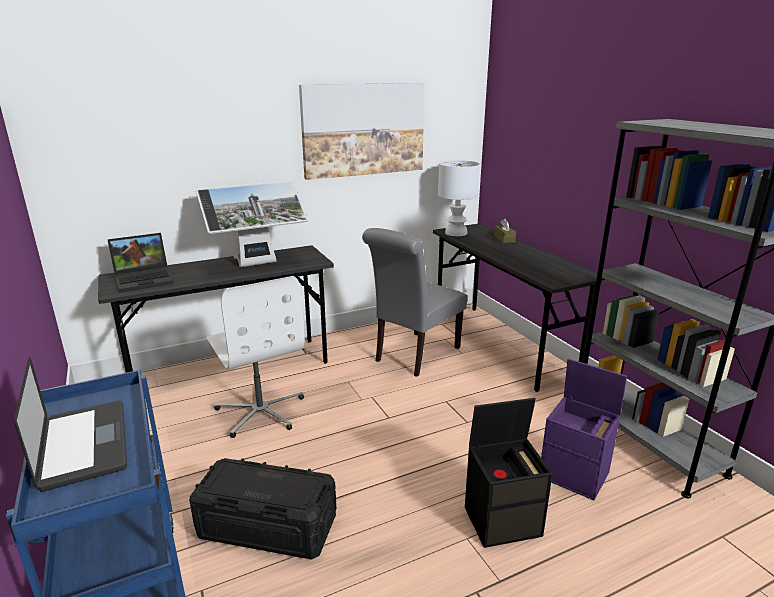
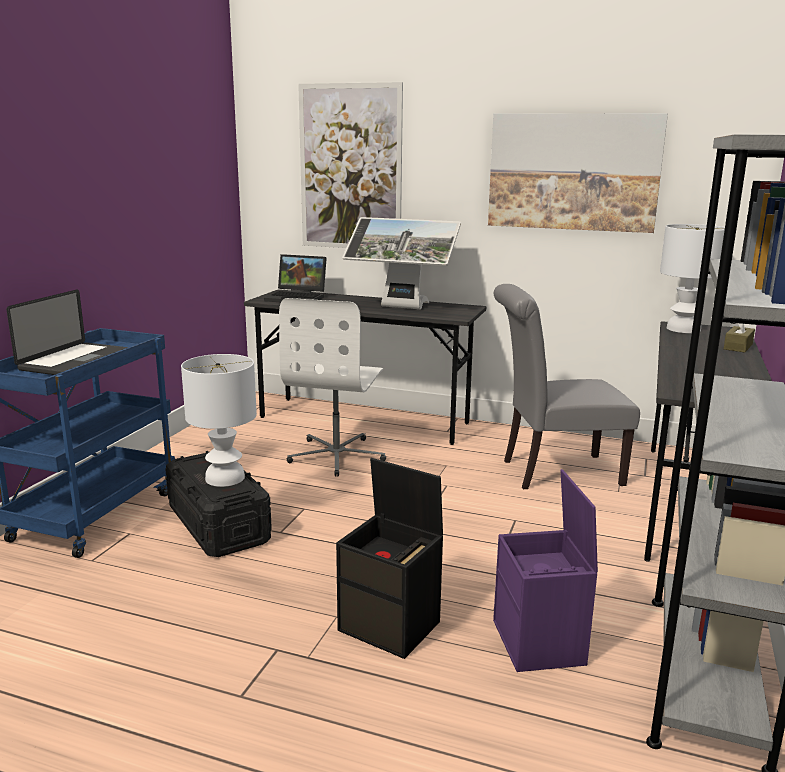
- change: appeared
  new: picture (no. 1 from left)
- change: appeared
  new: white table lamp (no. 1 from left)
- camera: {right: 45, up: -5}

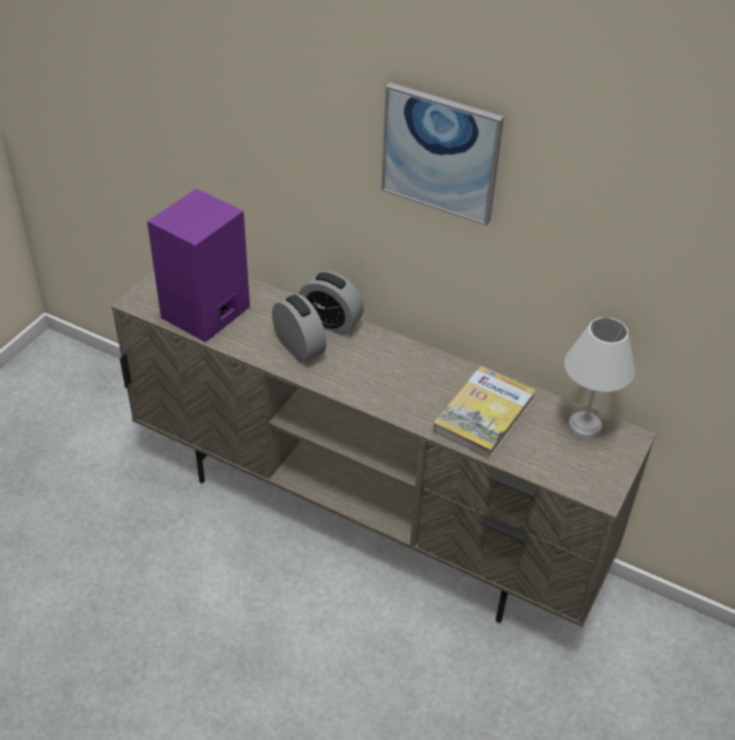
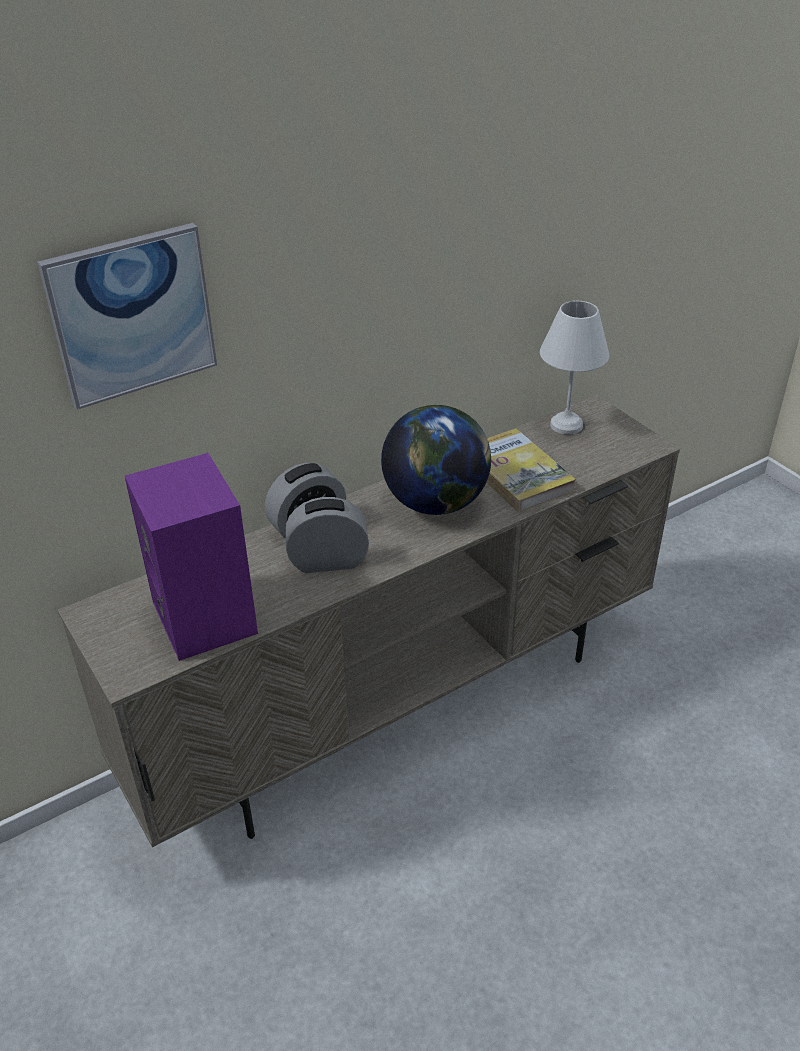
- change: relocated
  old: picture
- change: appeared
  new: globe
- camera: {right: -60, up: -5}

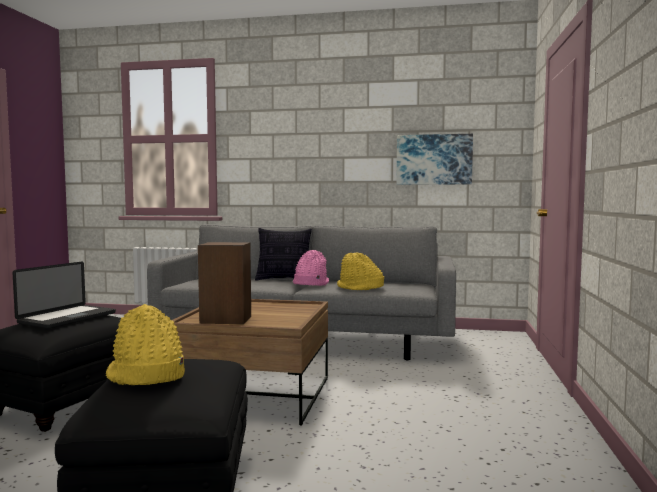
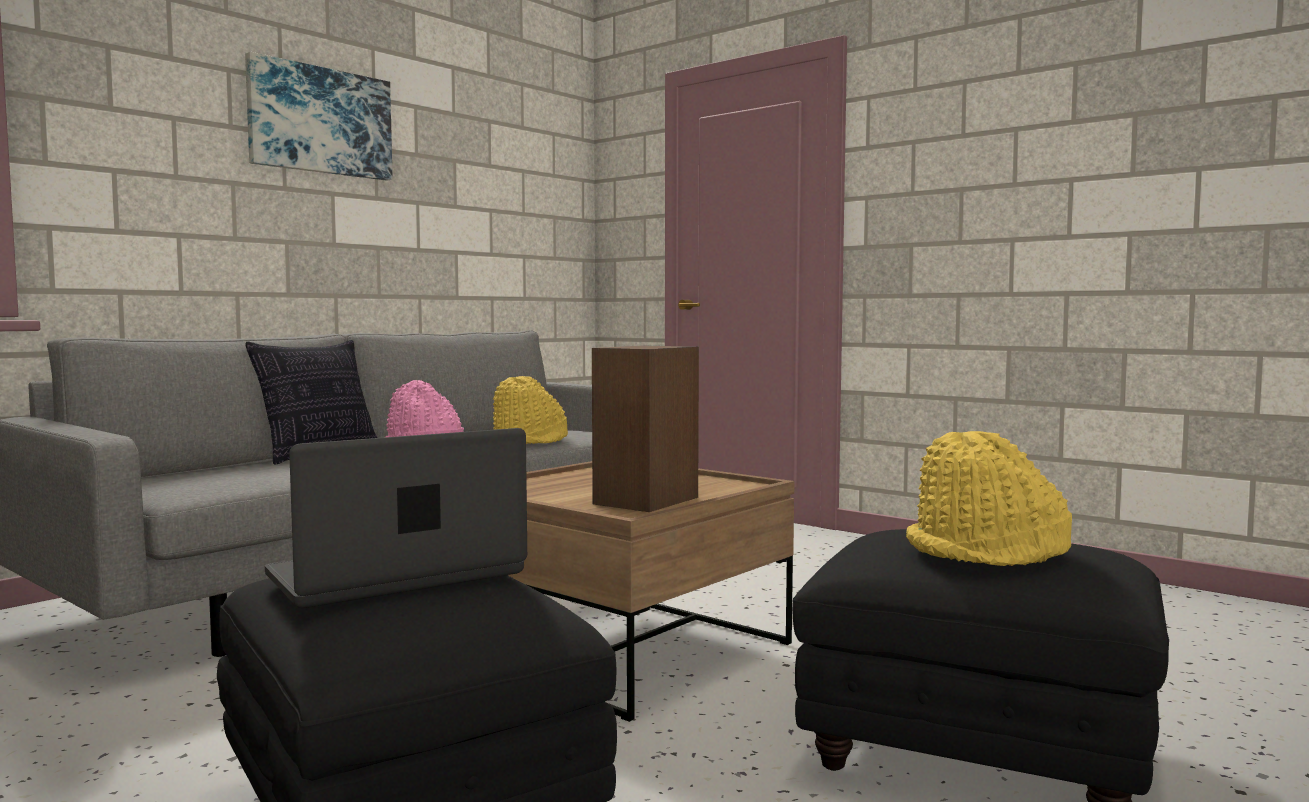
- change: relocated
  old: picture
- change: spun
  old: laptop
  degrees: -90
- camera: {right: -60, up: 0}

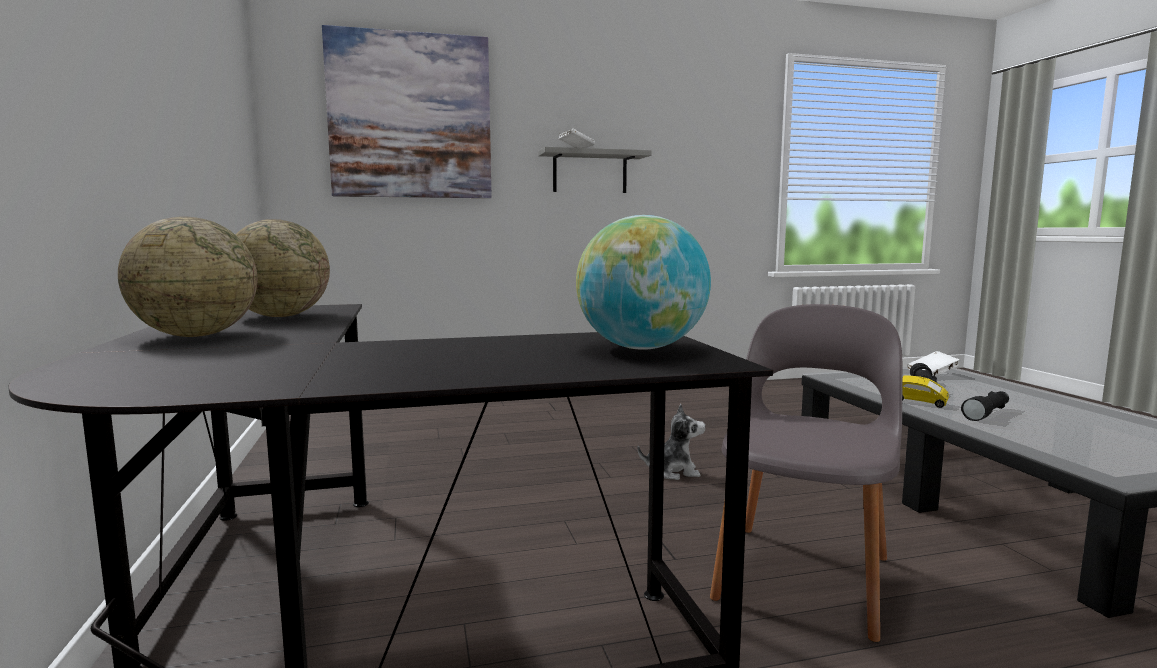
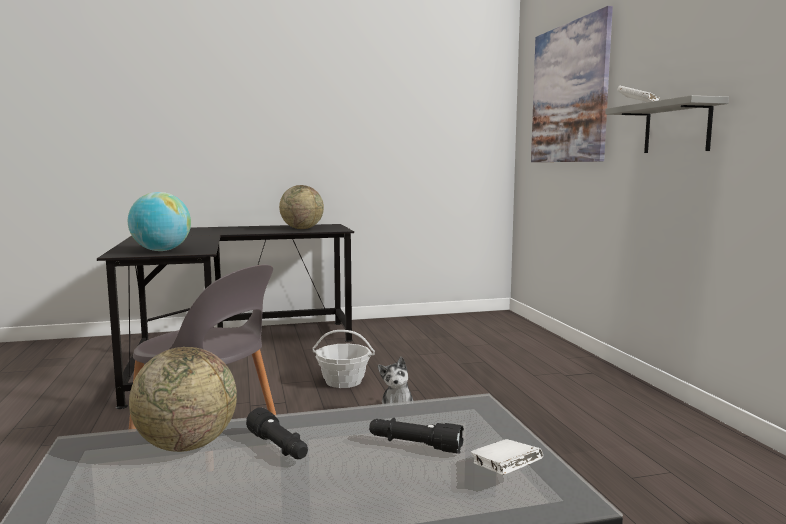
- change: relocated
  old: globe (no. 1 from left in the first image)
  new: globe (no. 2 from left)
- change: missing
  old: yellow toy car
- change: appeared
  new: basket
- camera: {right: 90, up: 0}

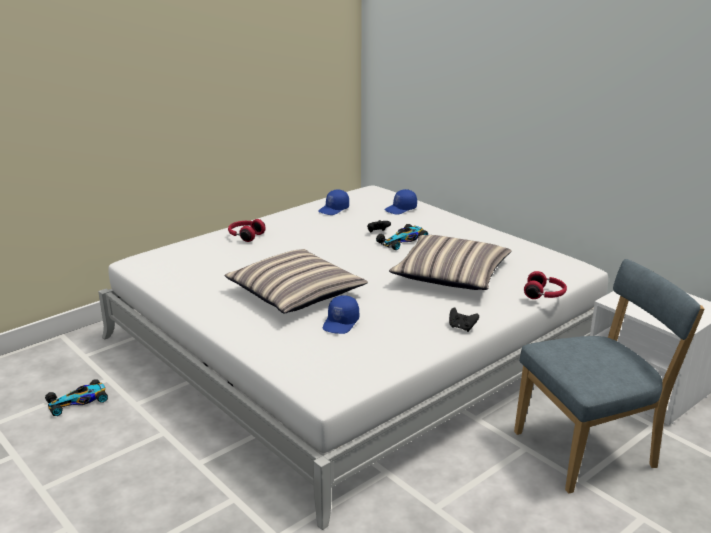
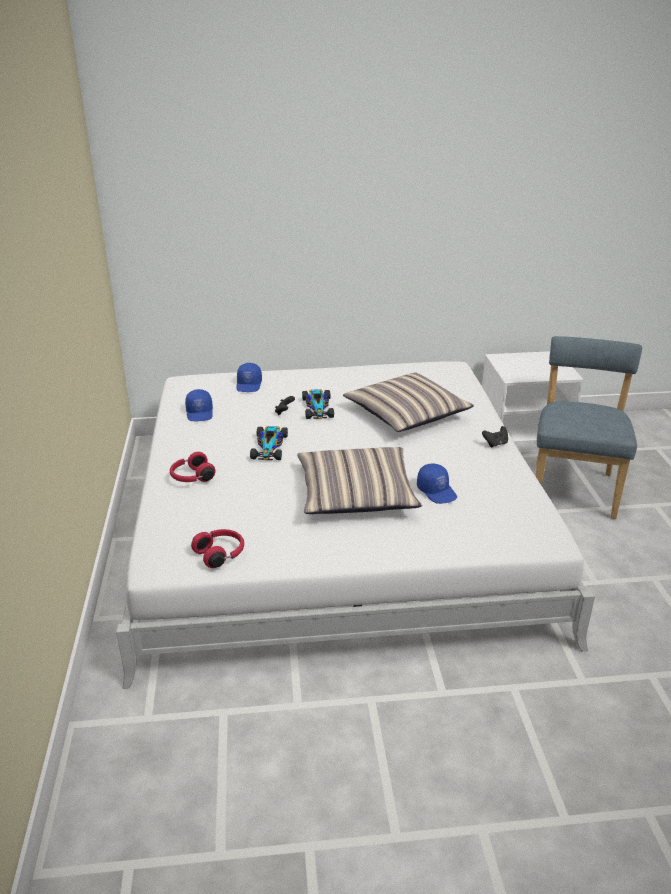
- change: relocated
  old: red headphones (no. 2 from left)
- change: relocated
  old: toy car (no. 1 from left)
- camera: {right: -55, up: 5}

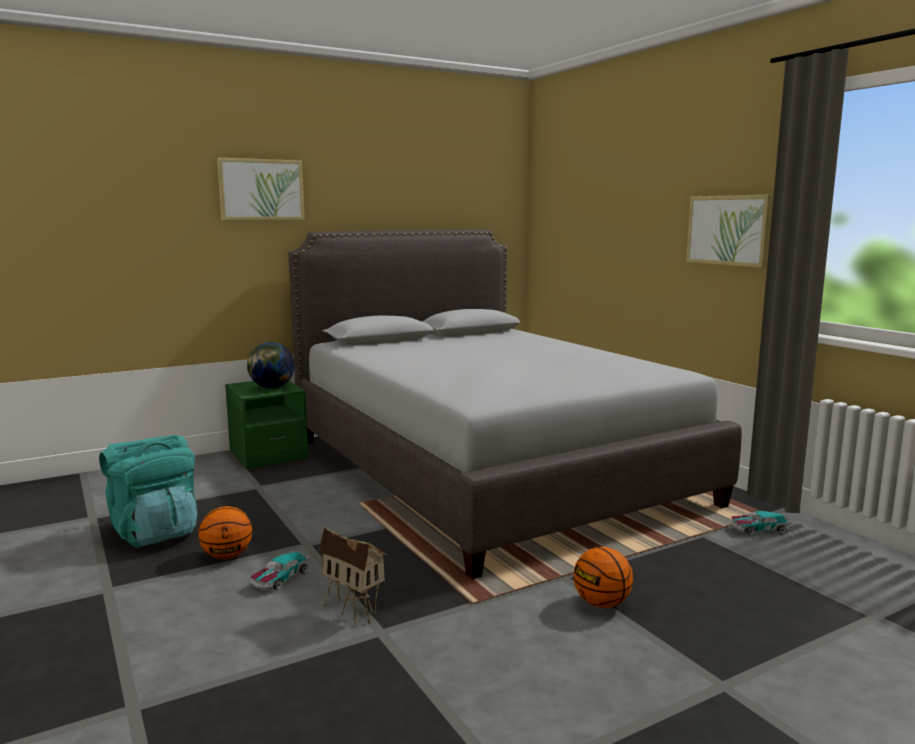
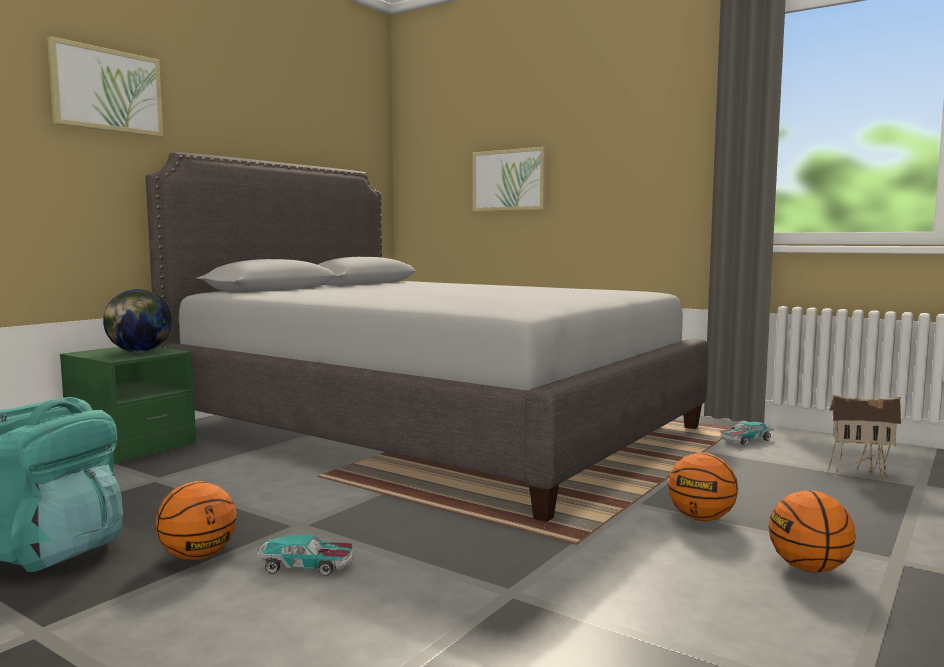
- change: relocated
  old: picture (no. 2 from left)
- change: relocated
  old: toy house
- change: spun
  old: toy car (no. 1 from left)
  degrees: -90
- change: appeared
  new: basketball (no. 3 from left)
- camera: {right: -25, up: -5}

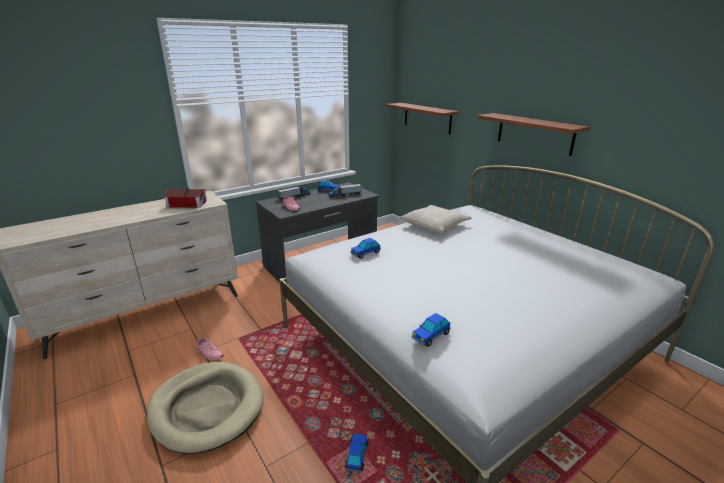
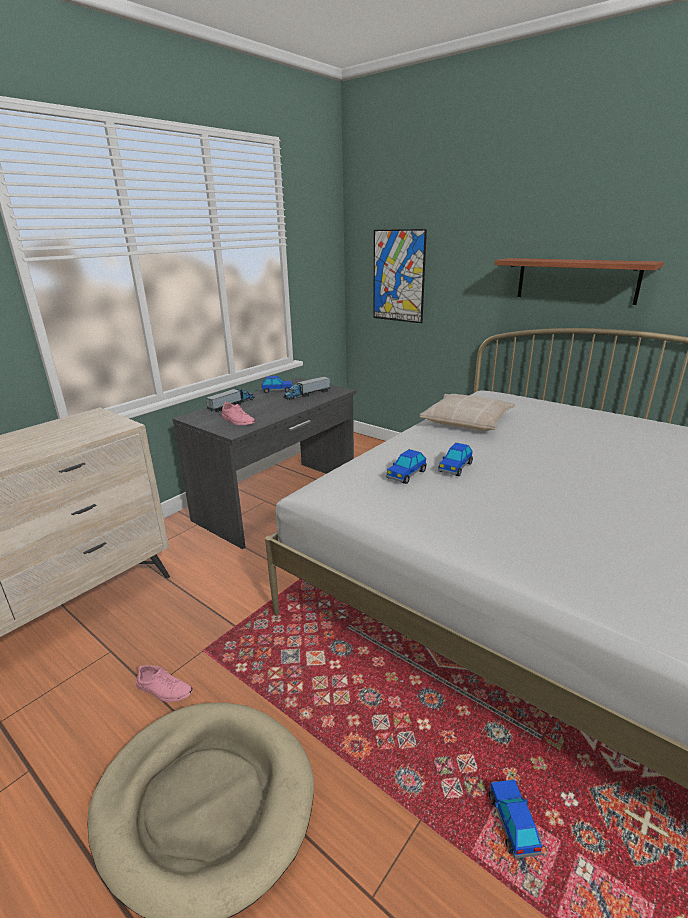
- change: exchanged
  old: shelf (no. 1 from left)
  new: picture
- change: missing
  old: toy house
- change: relocated
  old: toy car (no. 4 from left in the first image)
  new: toy car (no. 3 from left)
- camera: {right: -15, up: 0}

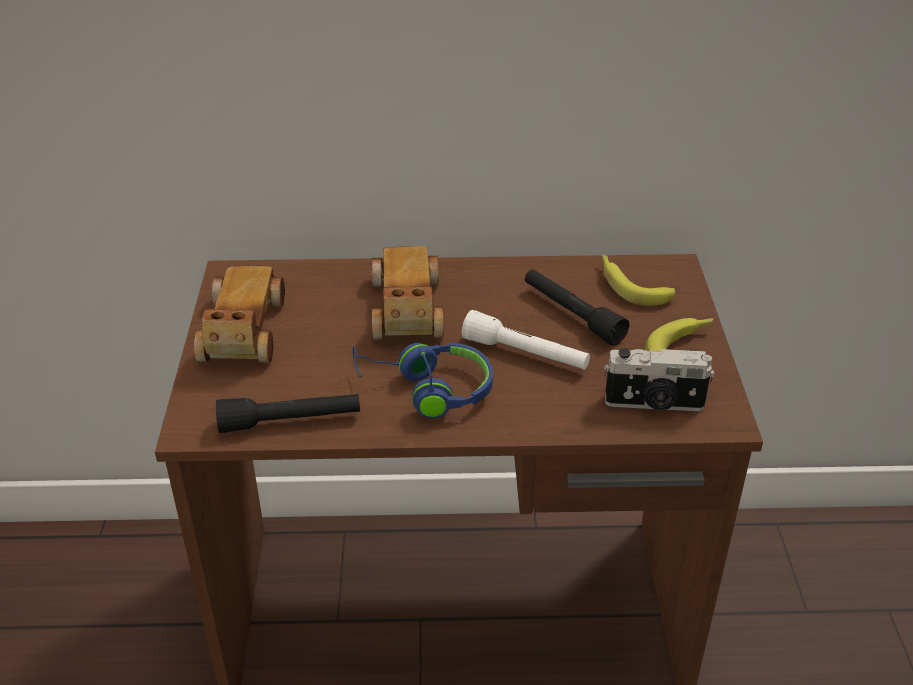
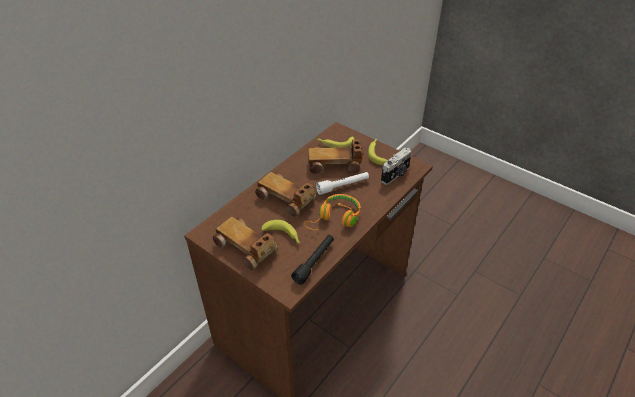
- change: exchanged
  old: black flashlight (no. 2 from left)
  new: toy car (no. 3 from left)
- change: colour
  old: blue headphones
  new: orange headphones
- change: appeared
  new: banana (no. 1 from left)
- camera: {right: -50, up: 5}

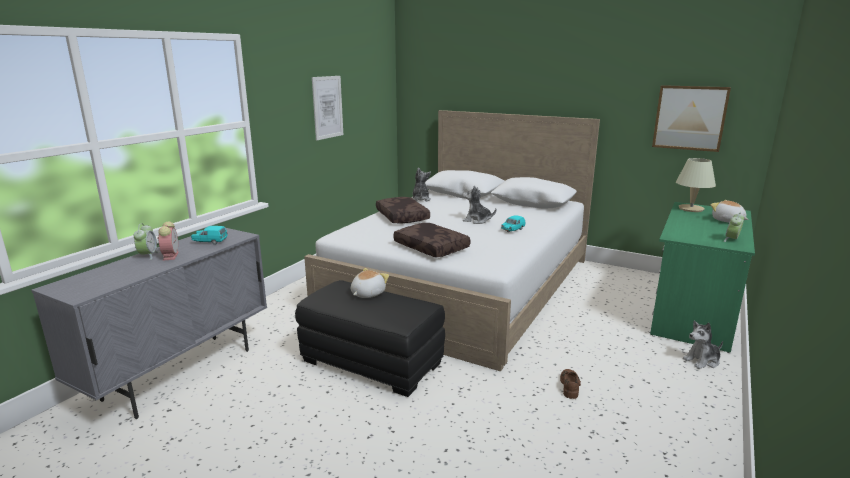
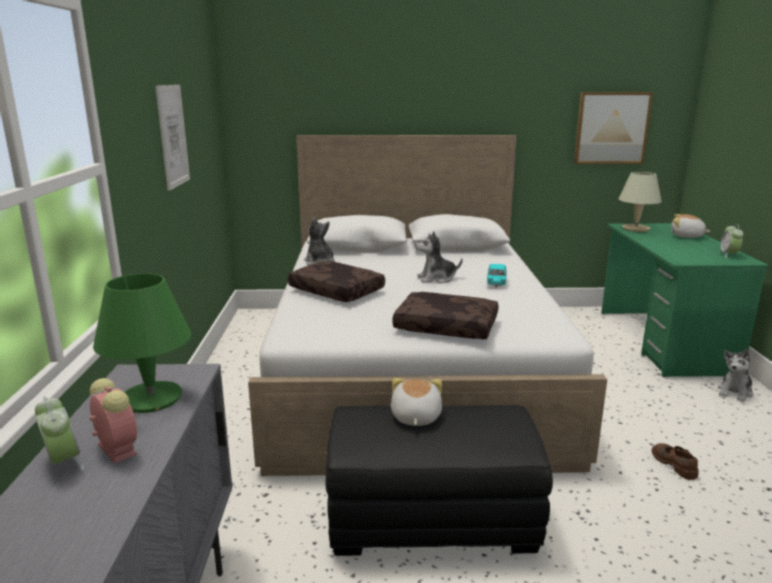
- change: exchanged
  old: turquoise toy car (no. 1 from left)
  new: green table lamp
- camera: {right: -30, up: 0}

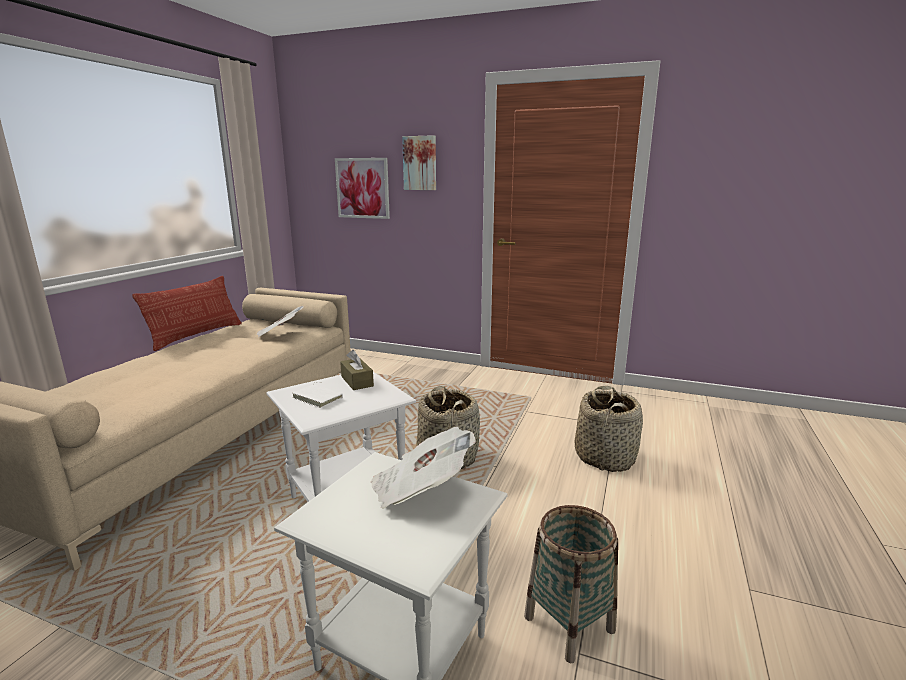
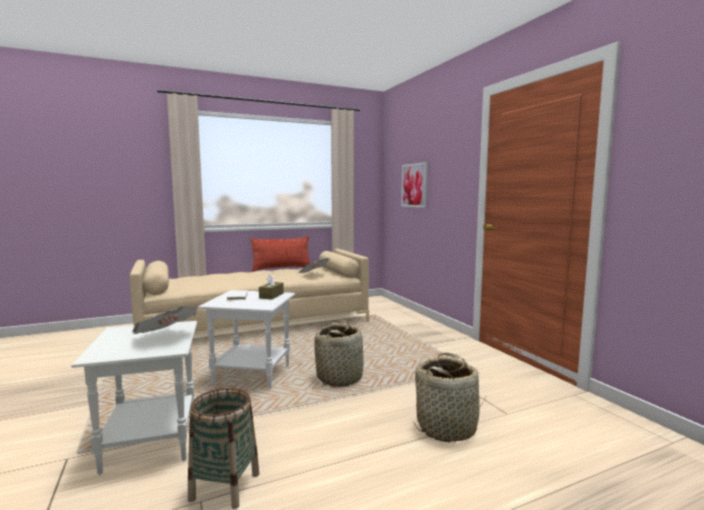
- change: missing
  old: picture (no. 2 from left)
- camera: {right: 45, up: -10}

